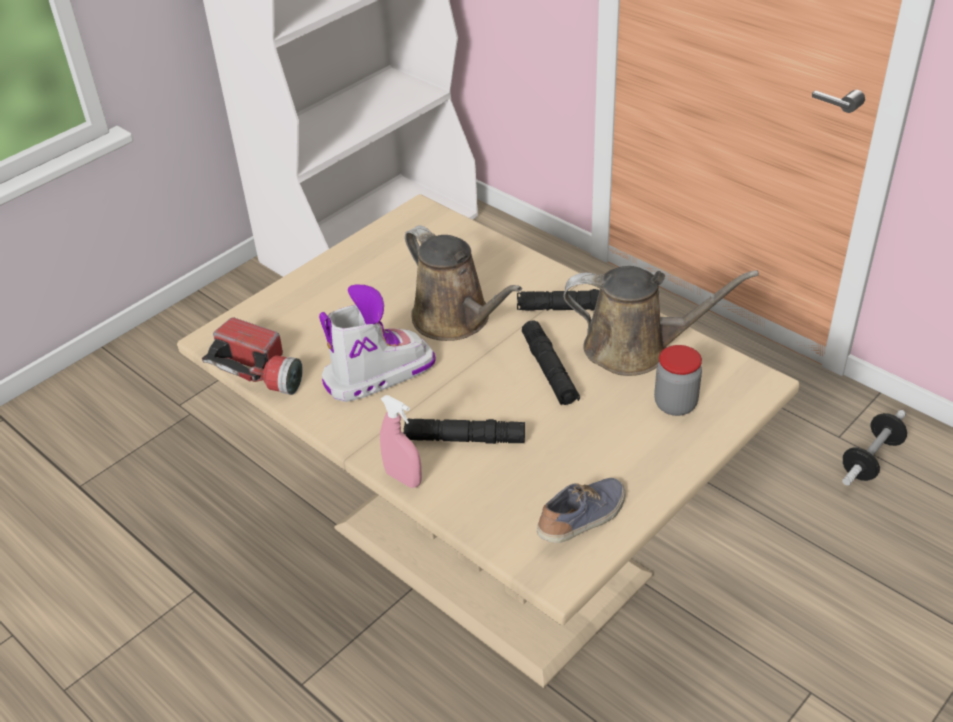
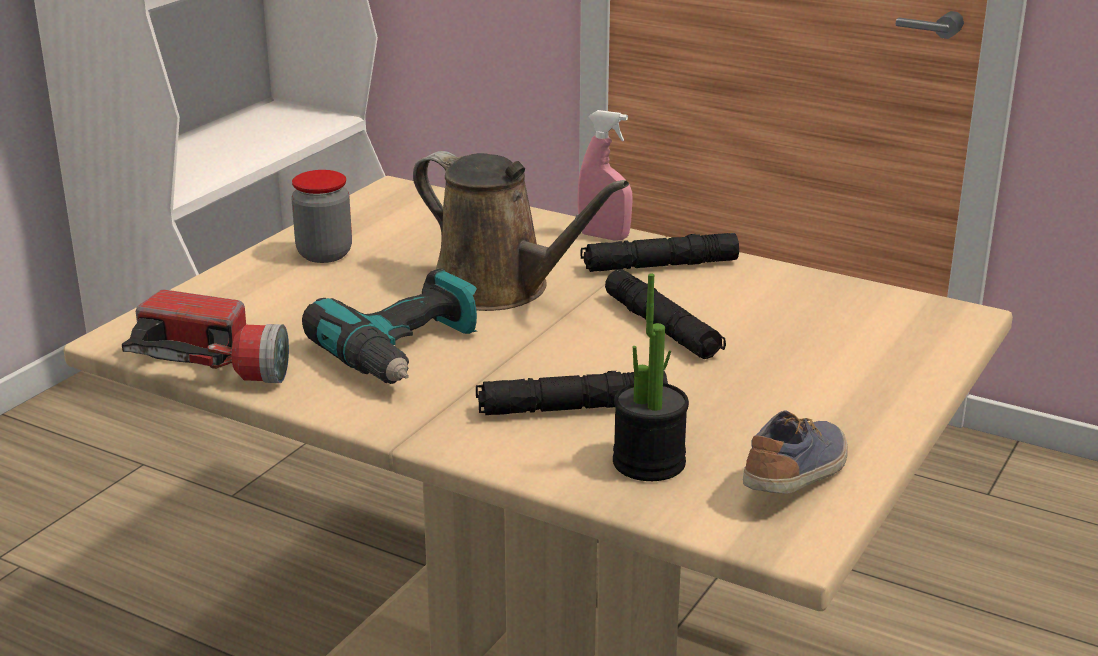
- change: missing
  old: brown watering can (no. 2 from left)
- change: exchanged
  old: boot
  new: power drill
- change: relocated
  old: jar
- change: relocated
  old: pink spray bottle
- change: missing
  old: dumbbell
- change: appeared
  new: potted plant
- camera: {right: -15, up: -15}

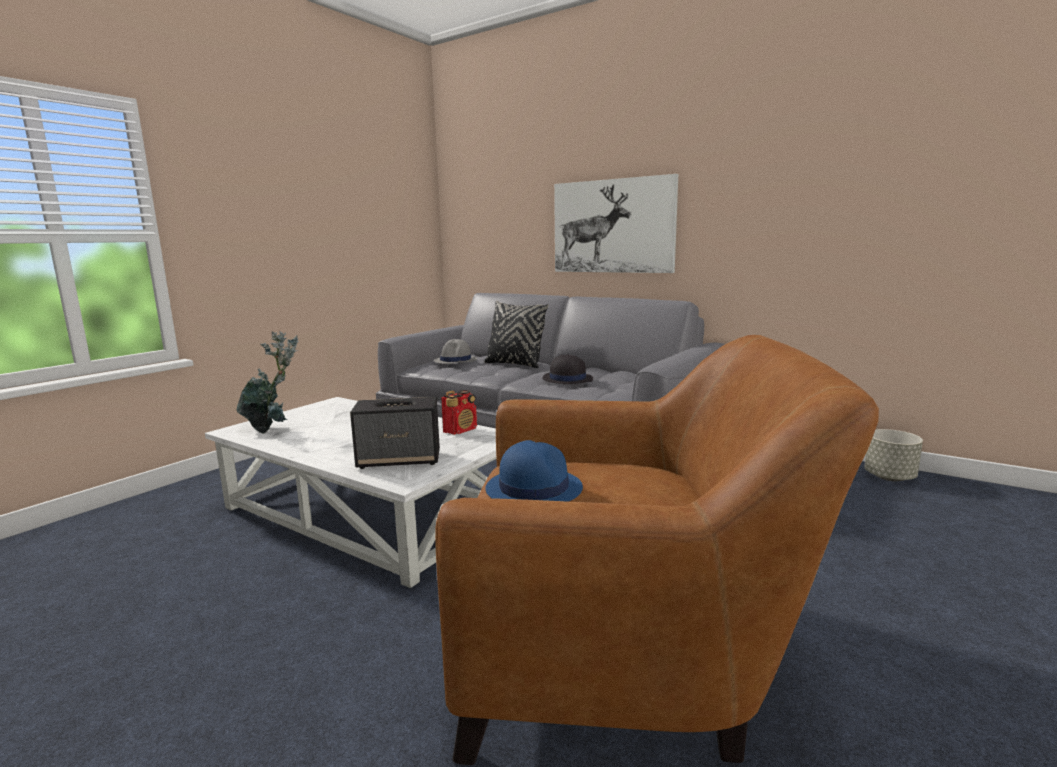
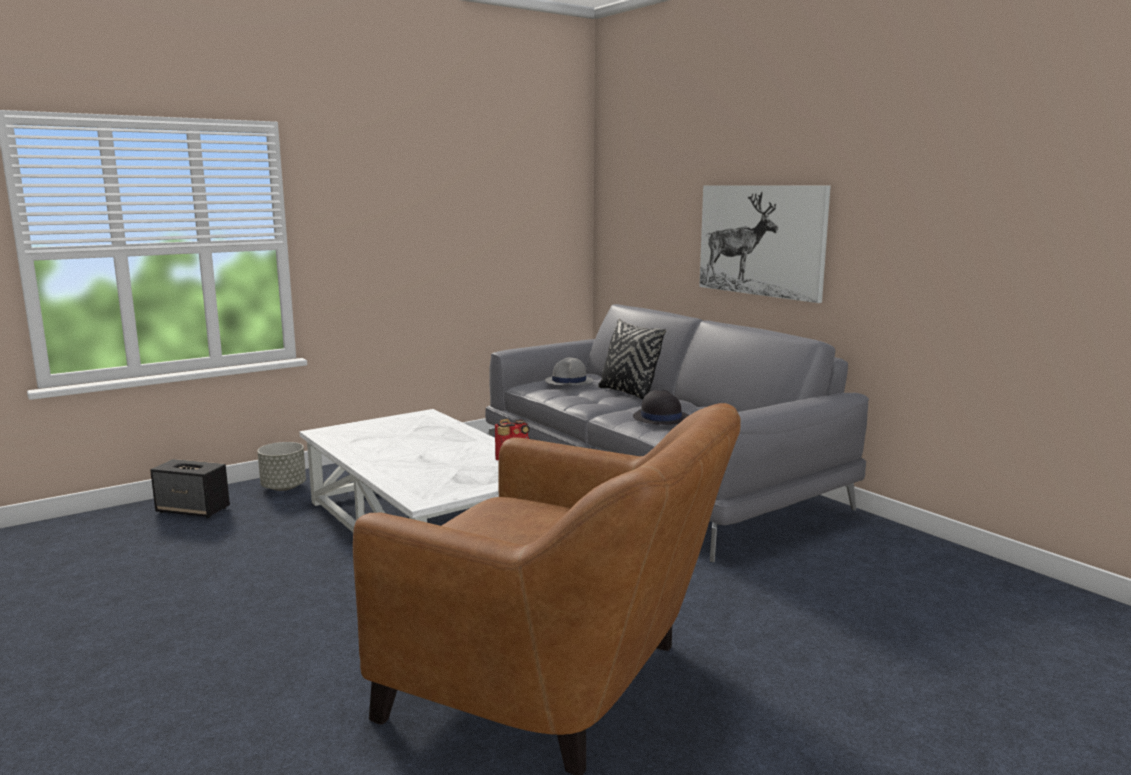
- change: missing
  old: potted plant
- change: relocated
  old: speaker
- change: relocated
  old: grey planter
- change: missing
  old: blue hat
- camera: {right: 20, up: 0}

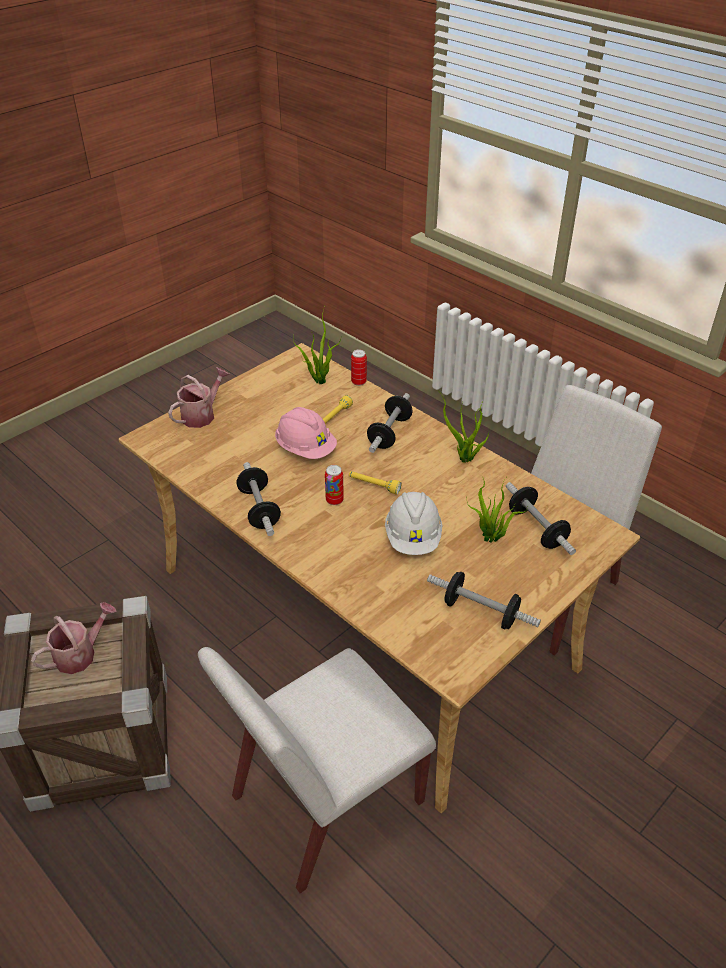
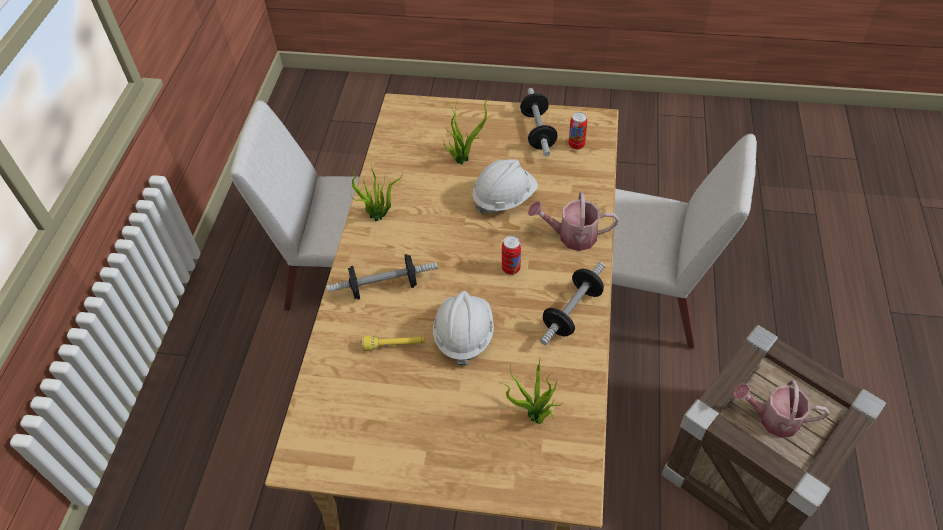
- change: relocated
  old: potted plant (no. 1 from left in the first image)
  new: potted plant (no. 3 from left)
- change: relocated
  old: can (no. 2 from left)
- change: relocated
  old: watering can (no. 2 from left in the first image)
  new: watering can (no. 1 from left)
- change: colour
  old: pink hard hat
  new: white hard hat (no. 1 from left)
- change: missing
  old: yellow flashlight (no. 2 from left)
- change: missing
  old: dumbbell (no. 4 from left)
- camera: {right: -125, up: 10}

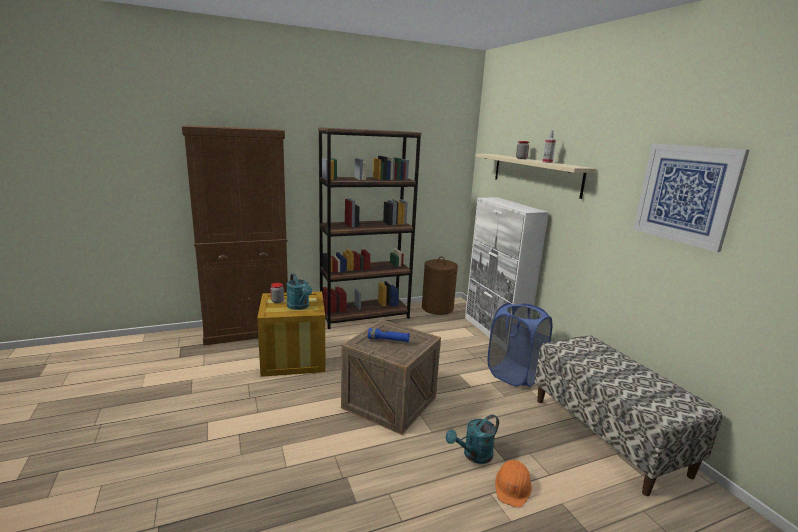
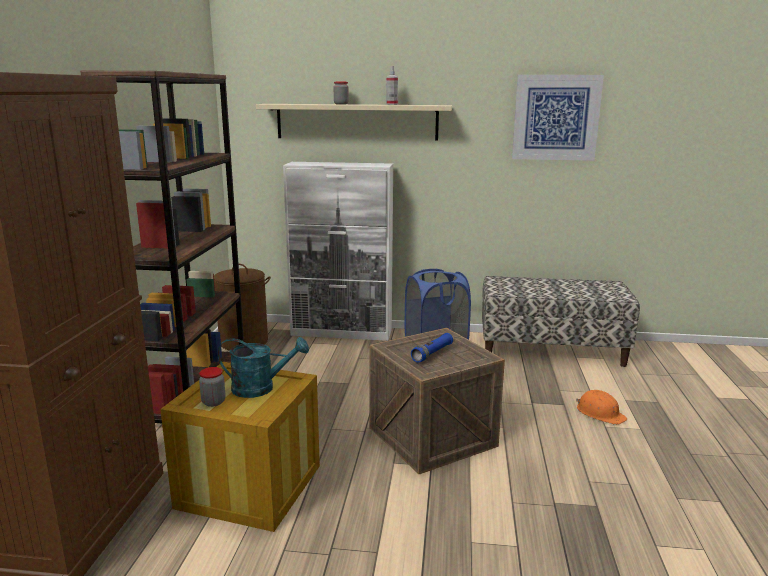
- change: missing
  old: turquoise watering can (no. 2 from left)
- camera: {right: -60, up: 0}

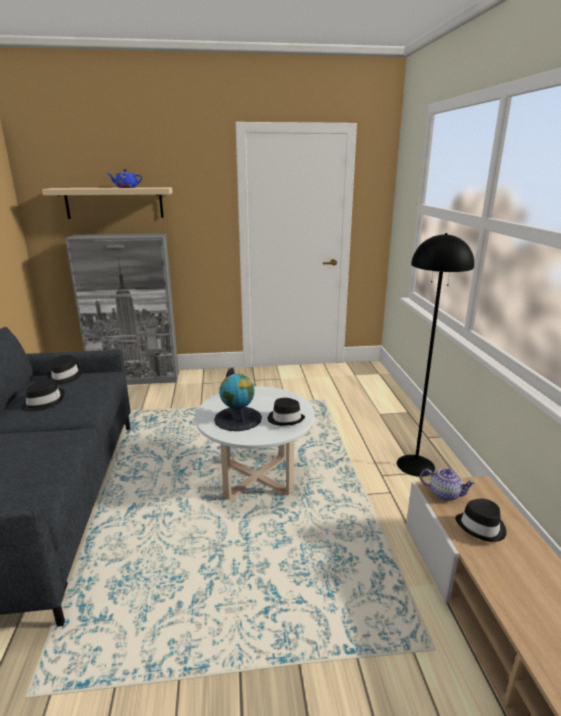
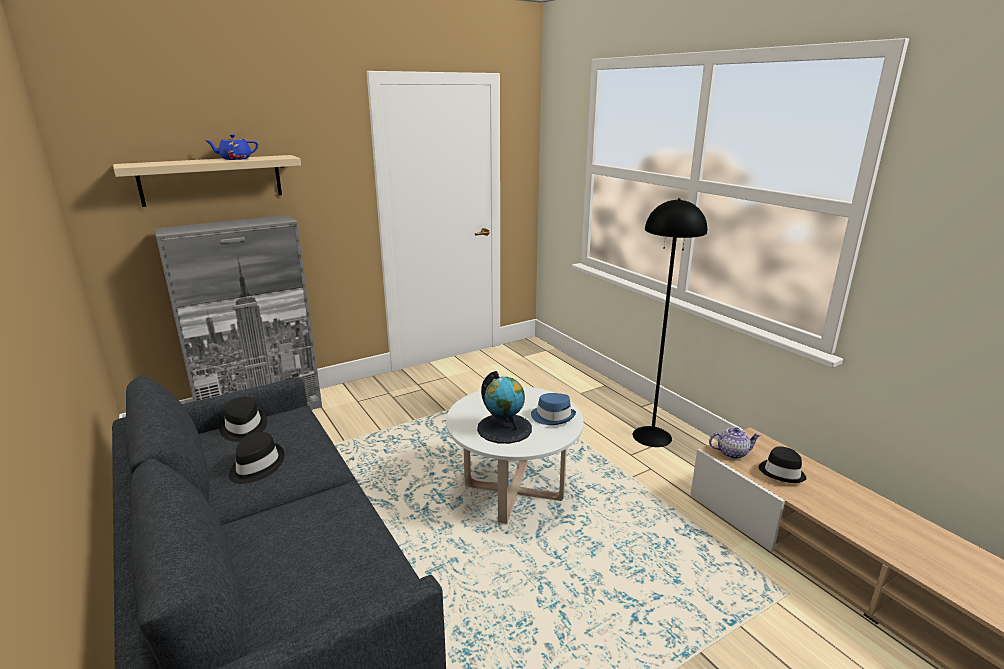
- change: colour
  old: black hat (no. 3 from left)
  new: blue hat
- camera: {right: -25, up: 0}

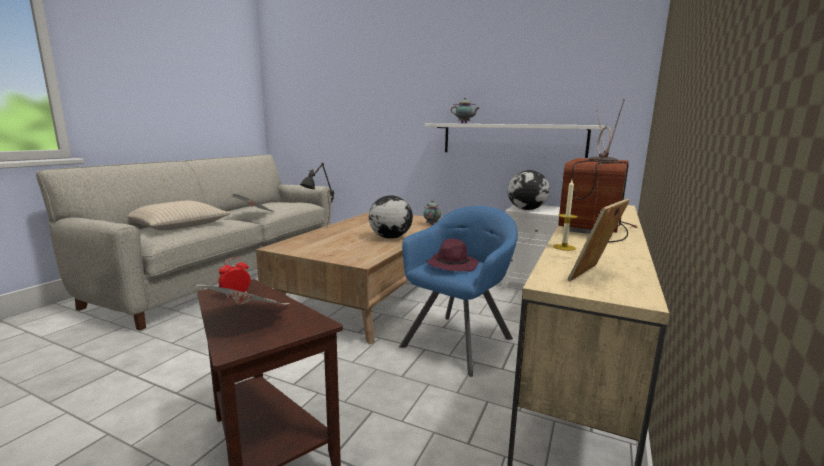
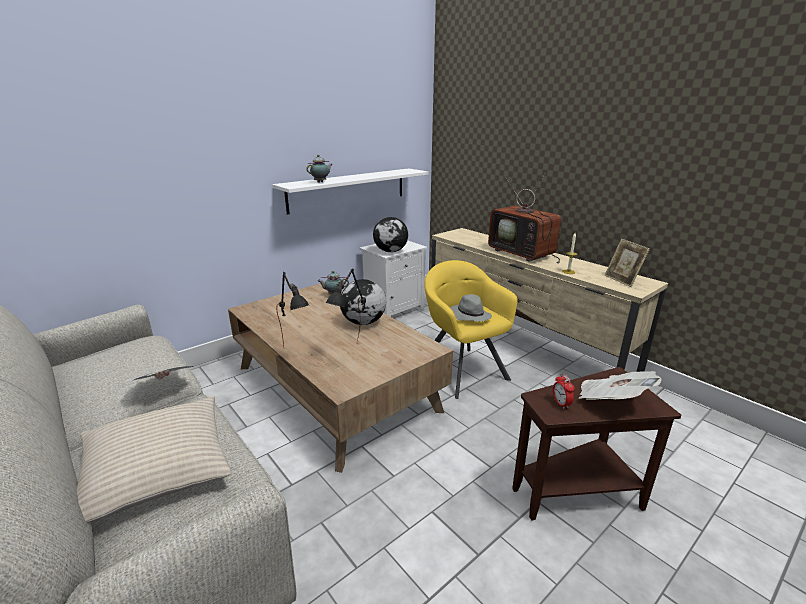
- change: colour
  old: blue armchair
  new: yellow armchair
- change: colour
  old: purple hat
  new: grey hat
- change: appeared
  new: black table lamp (no. 2 from left)
- camera: {right: -65, up: 10}

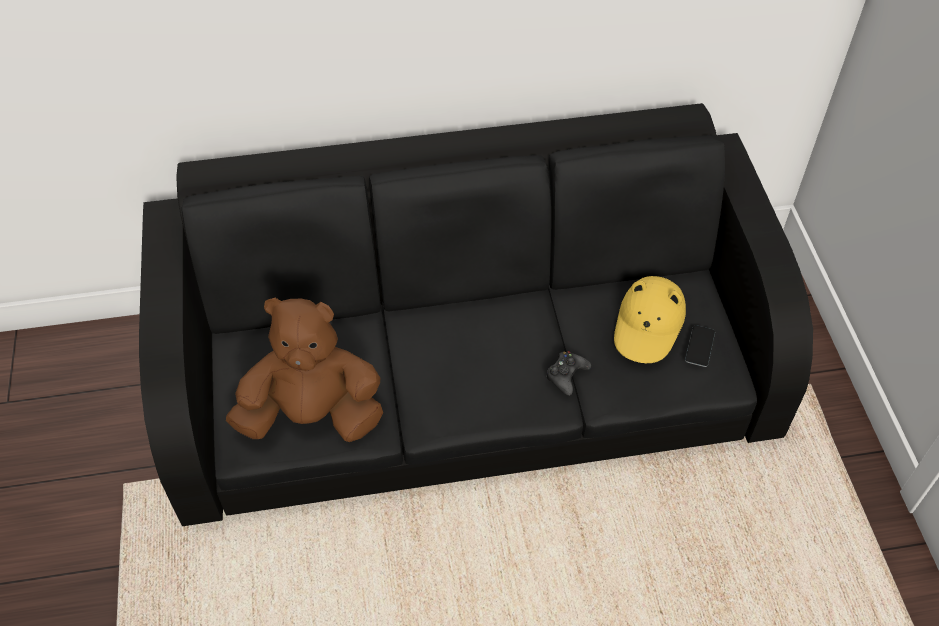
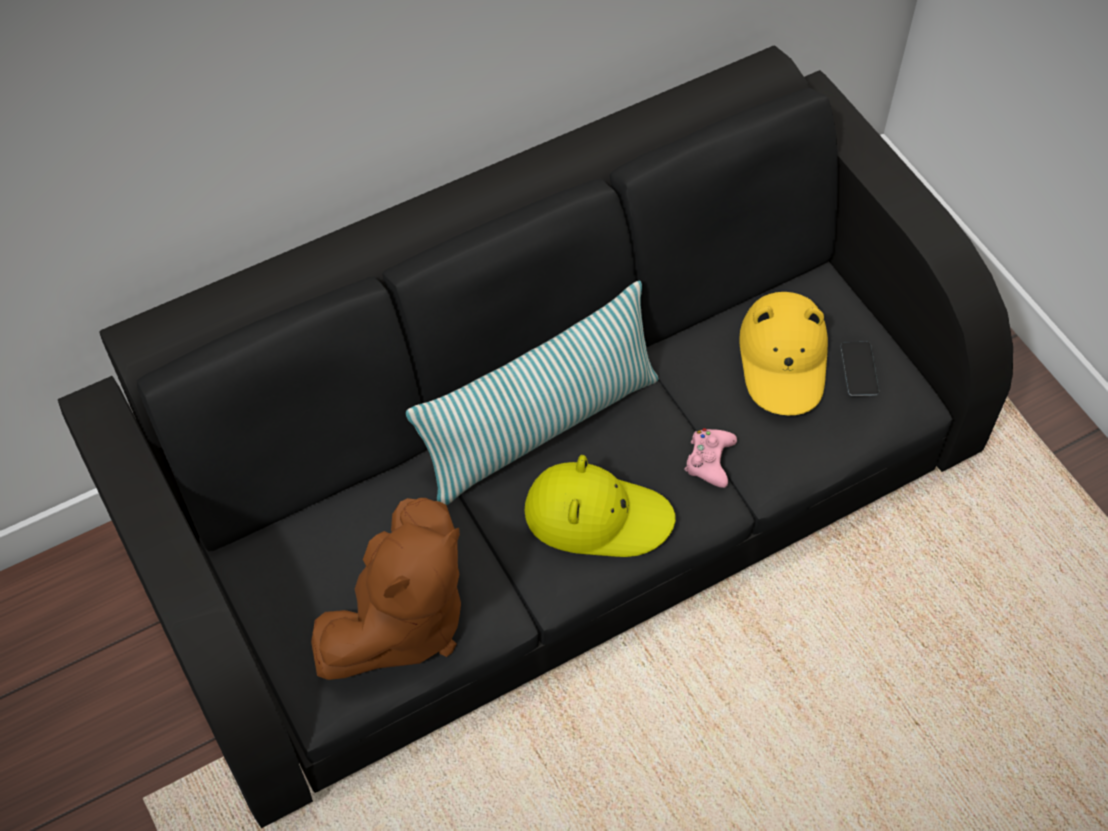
- change: spun
  old: brown plush toy
  degrees: 150
- change: colour
  old: black game controller
  new: pink game controller
- change: appeared
  new: pillow
- change: appeared
  new: yellow hat (no. 1 from left)
- camera: {right: -20, up: 5}

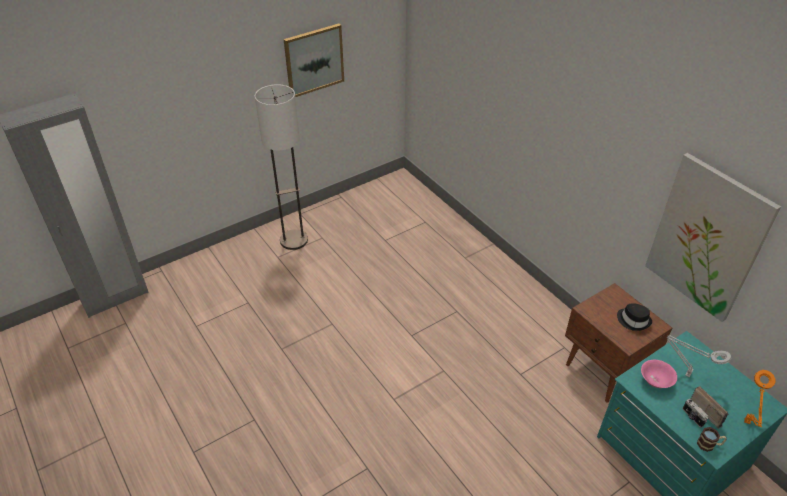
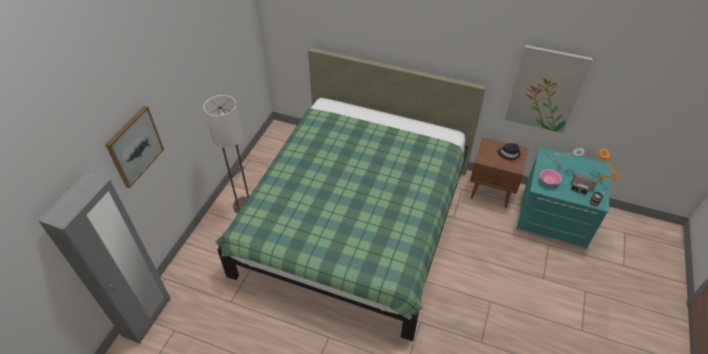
- change: relocated
  old: picture (no. 1 from left)
- change: appeared
  new: green bed
- camera: {right: -35, up: 5}

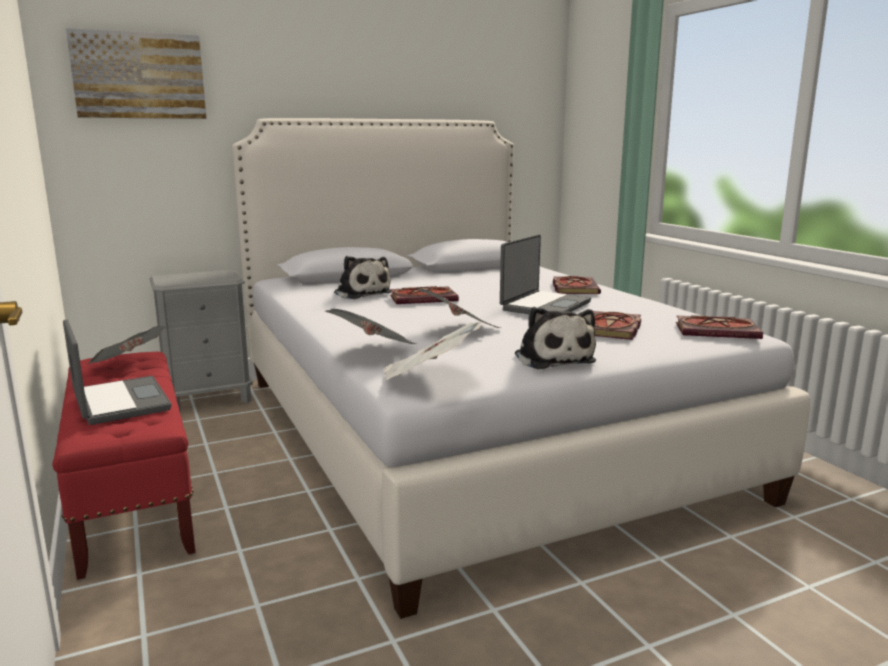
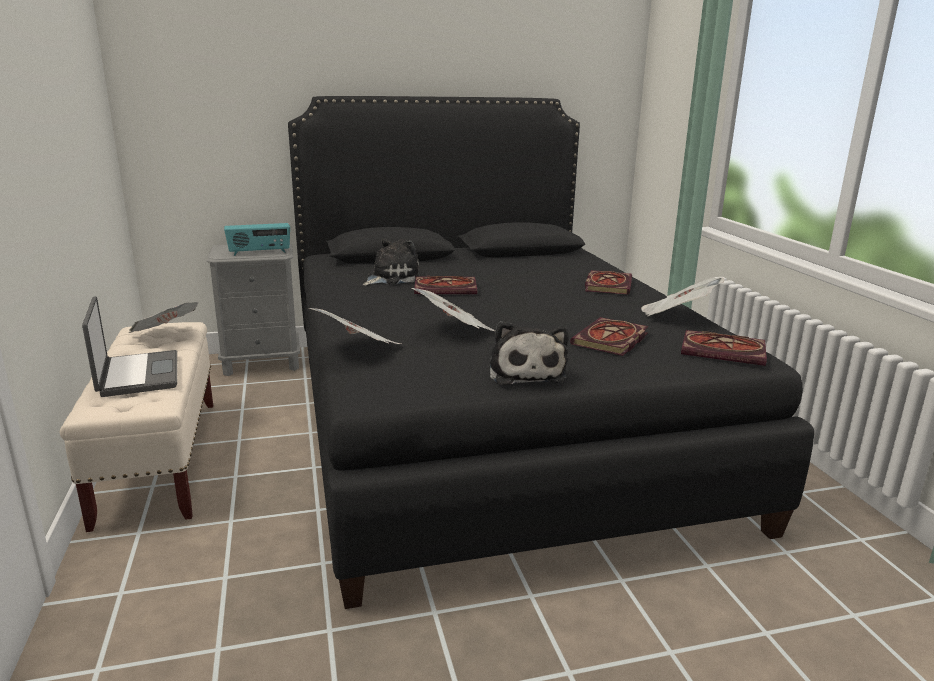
- change: missing
  old: picture
- change: colour
  old: white bed
  new: black bed
- change: missing
  old: laptop (no. 2 from left)
- change: spun
  old: plush toy (no. 1 from left)
  degrees: -105
- change: relocated
  old: newspaper (no. 3 from left in the first image)
  new: newspaper (no. 4 from left)
- change: colour
  old: red bench
  new: beige bench
- change: appeared
  new: radio
- camera: {right: 10, up: 5}

